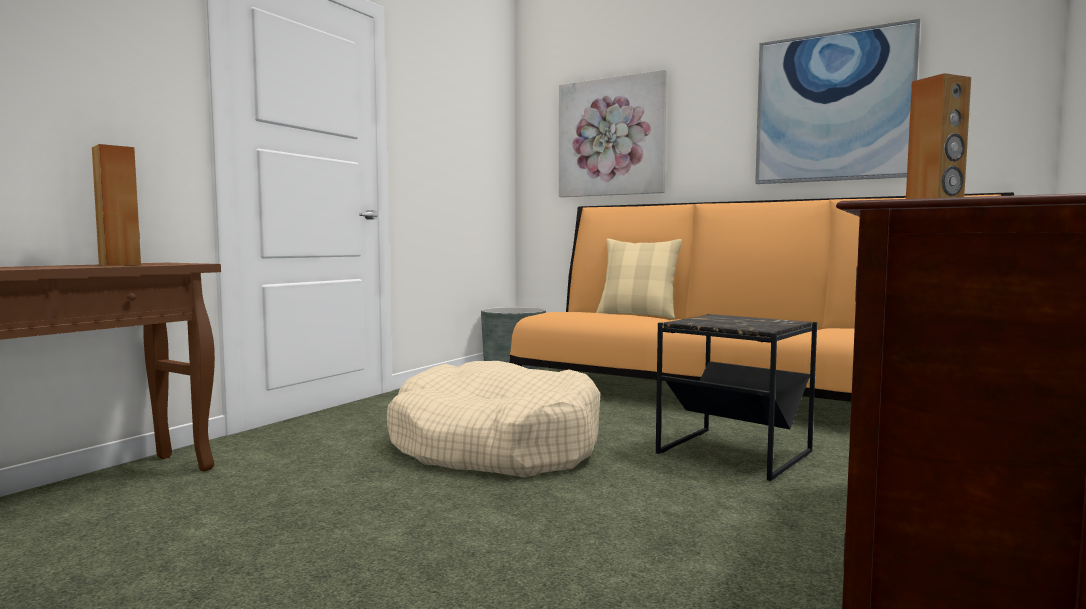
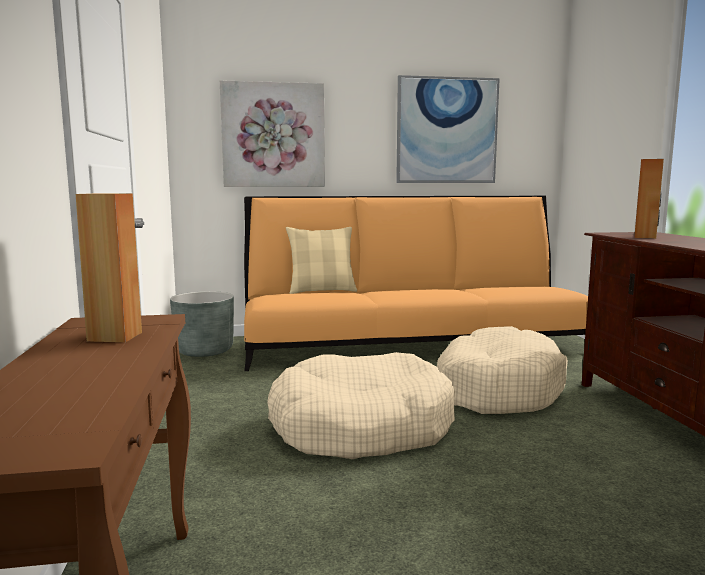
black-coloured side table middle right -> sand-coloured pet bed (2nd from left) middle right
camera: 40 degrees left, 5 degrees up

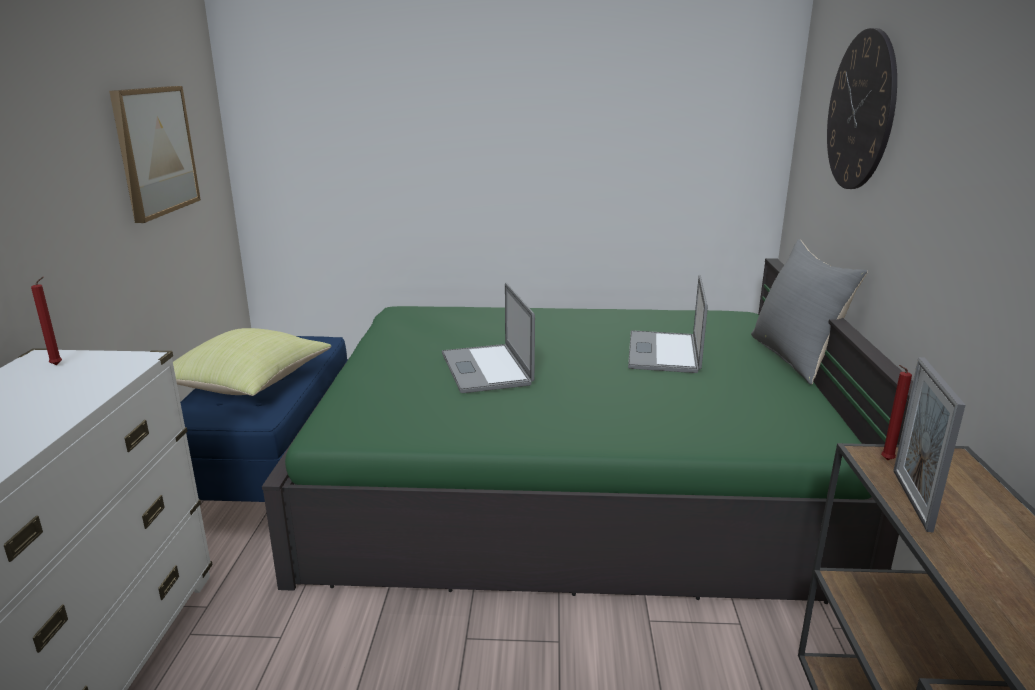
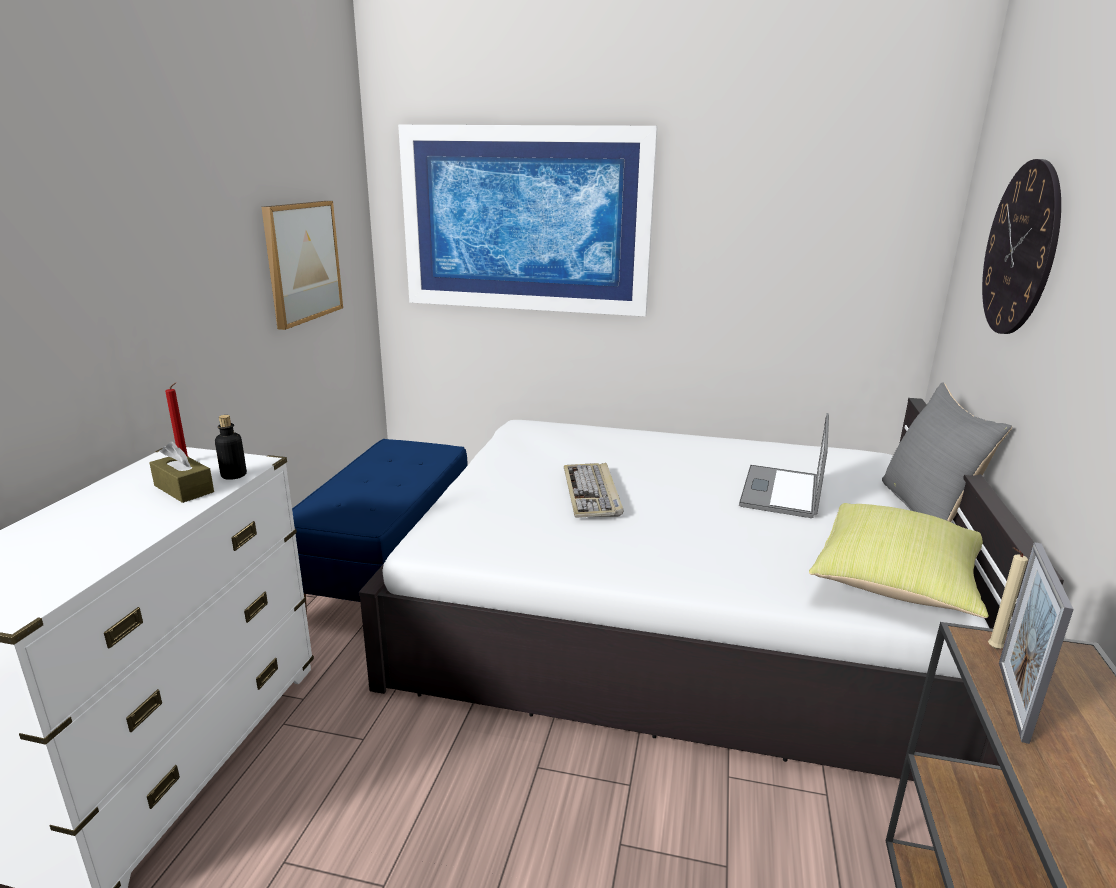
none -> brown-coloured tissue holder middle left
none -> bottle middle left
green-coloured bedroom bed centre -> whitish bedroom bed centre
none -> wall picture (2nd from left) top centre
notebook computer (1st from left) centre -> PC keyboard centre
yellow-coloured throw pillow middle left -> yellow-coloured throw pillow middle right, move
reddish wax candle (2nd from left) middle right -> sand-coloured wax candle bottom right
camera: 10 degrees right, 0 degrees up

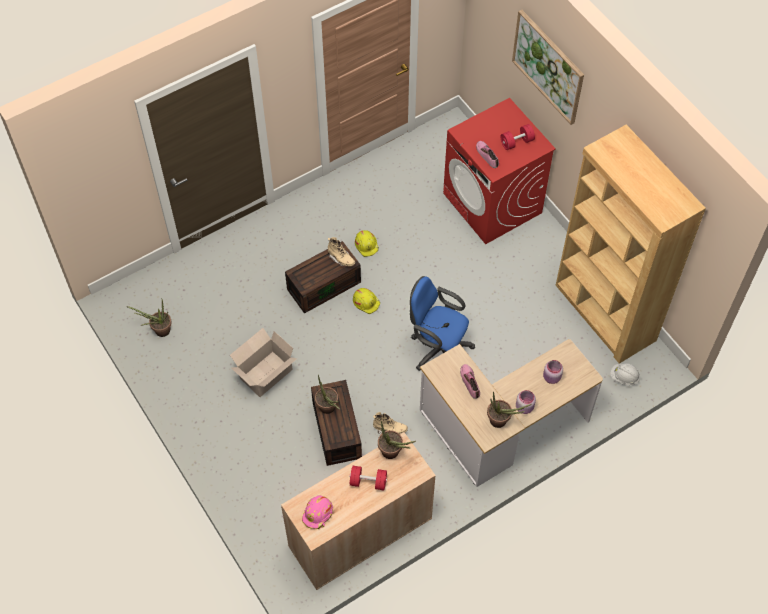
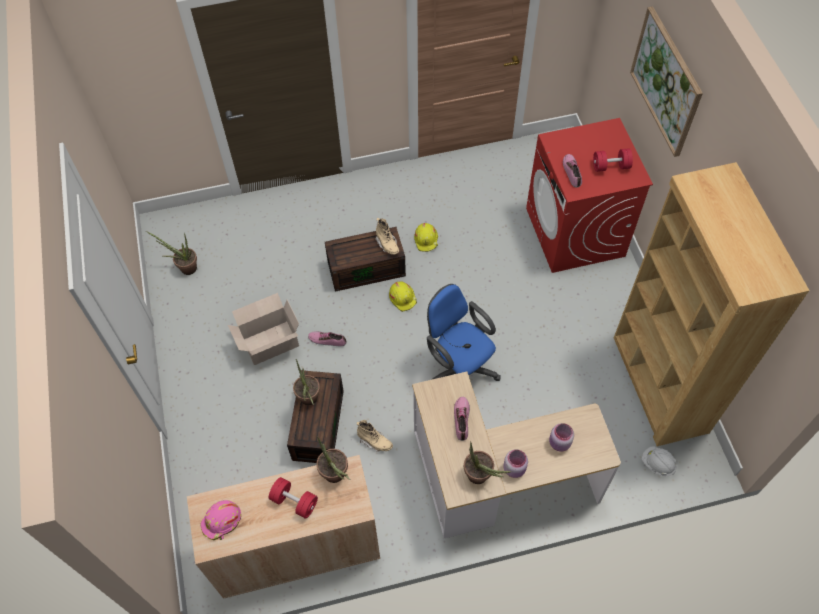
none -> shoe (1st from left) centre
camera: 20 degrees right, 0 degrees up

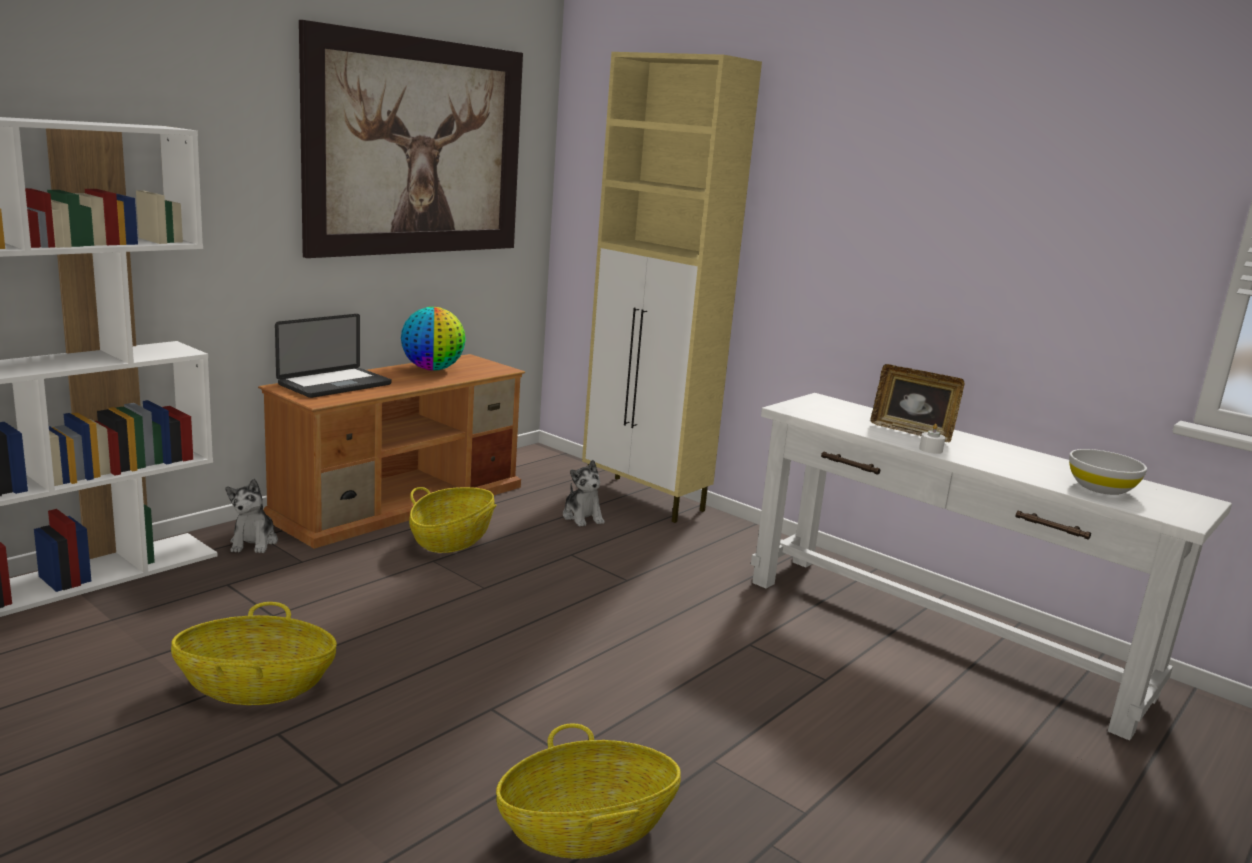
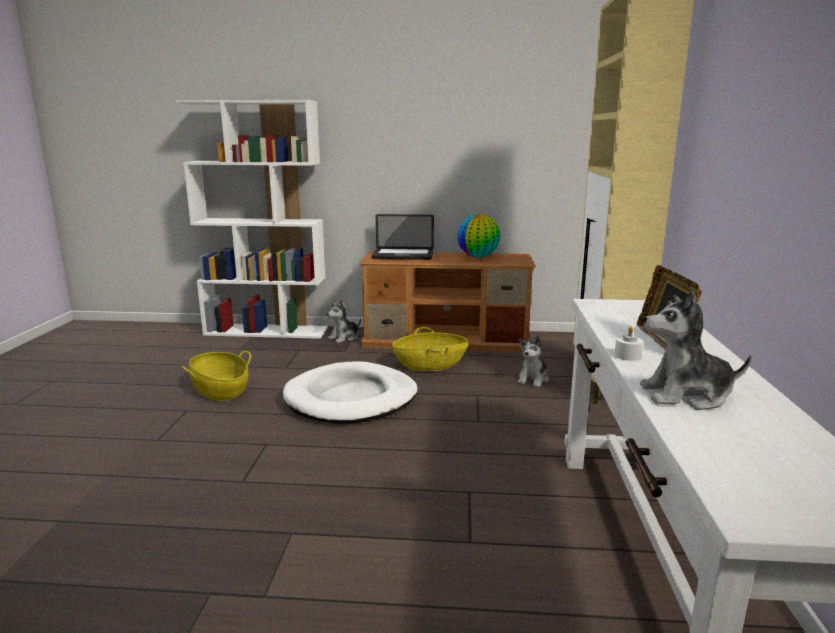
none -> whitish pet bed centre
none -> soft toy (3rd from left) middle right
wall picture top left -> none
household basket (3rd from left) bottom centre -> none
whitish serving bowl middle right -> none
camera: 55 degrees right, 0 degrees up

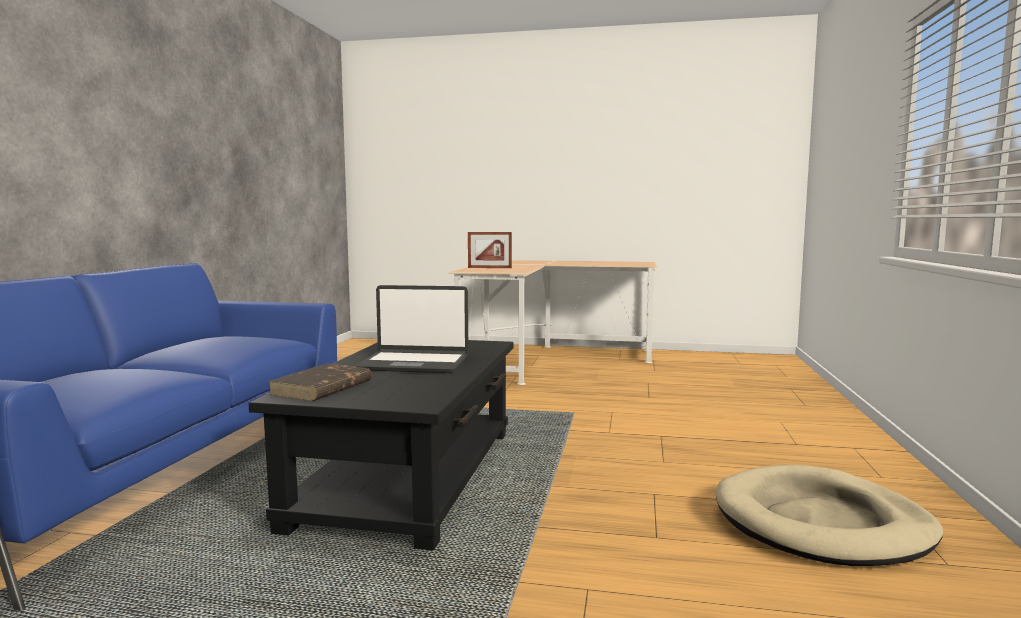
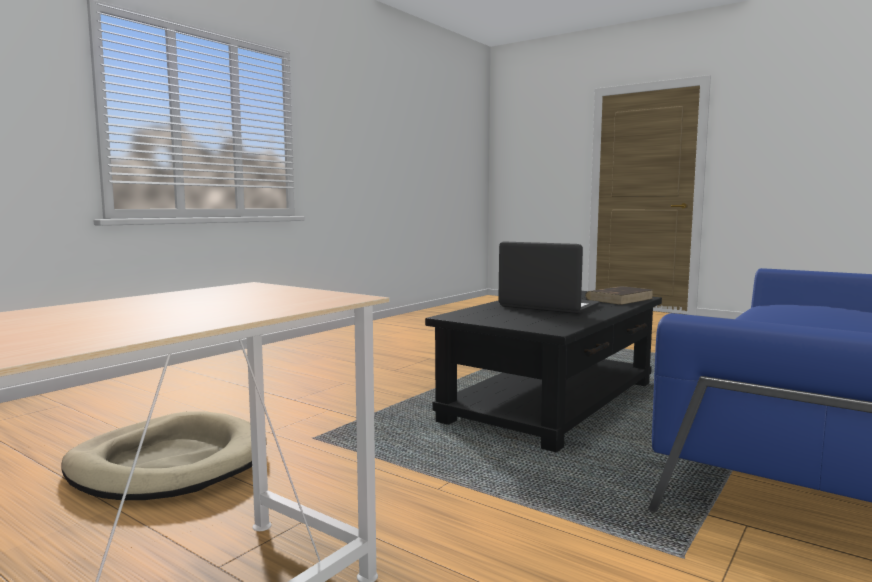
sand-coloured pet bed bottom right -> sand-coloured pet bed bottom left, move
picture frame centre -> none
camera: 155 degrees left, 0 degrees up

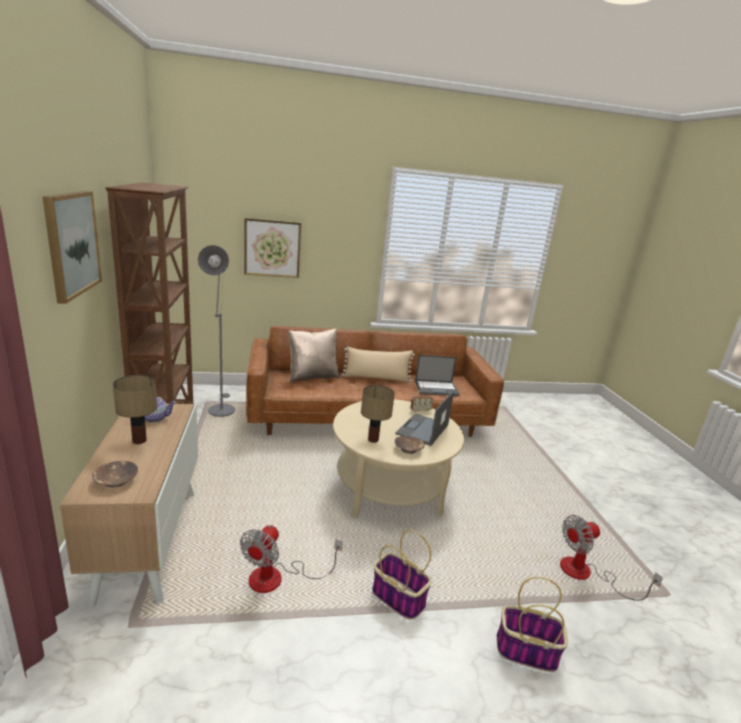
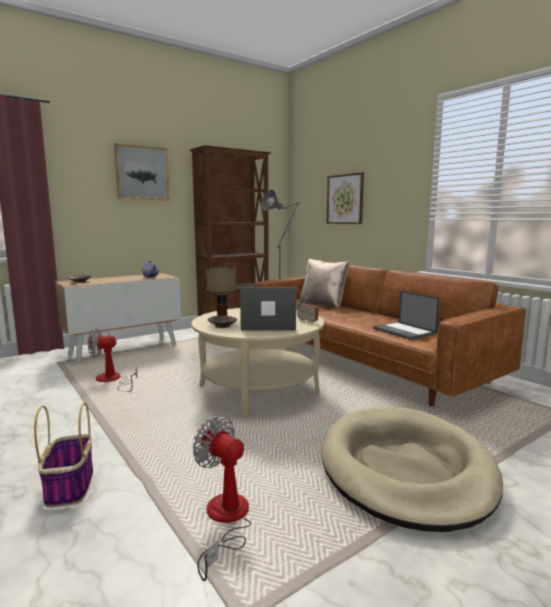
none -> sand-coloured pet bed bottom right
tabletop lamp (1st from left) middle left -> none
sand-coloured throw pillow (2nd from left) centre -> none
household basket (1st from left) bottom centre -> none
camera: 65 degrees right, 10 degrees down

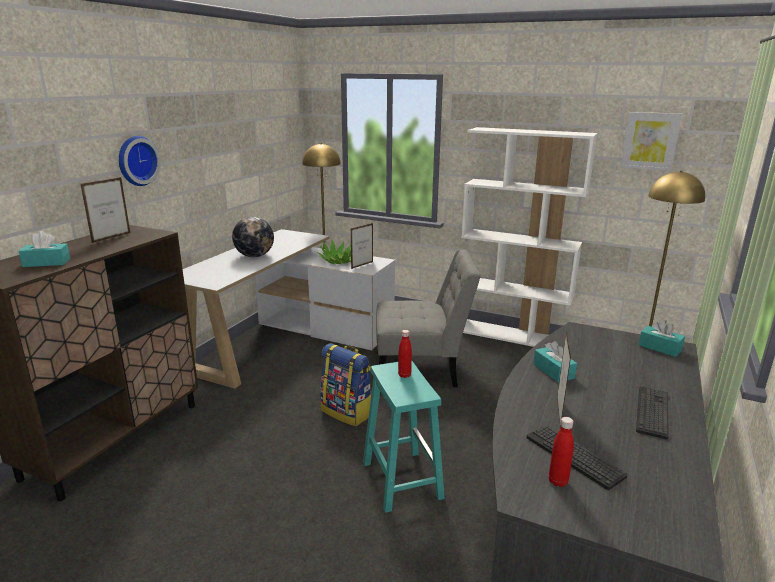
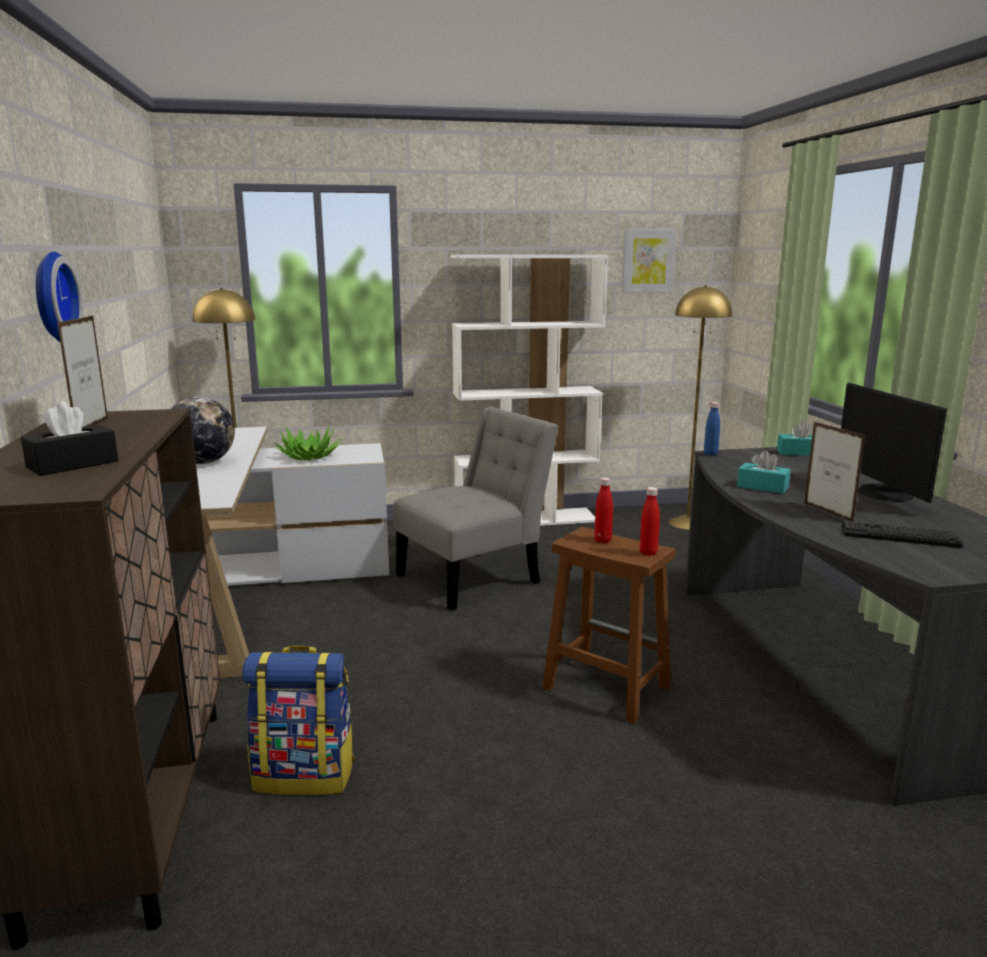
blue-green tissue holder (1st from left) middle left -> black-coloured tissue holder middle left
backpack centre -> backpack bottom left, move
blue-green sitting stool bottom centre -> brown-coloured sitting stool centre
reddish bottle (2nd from left) bottom right -> reddish bottle (2nd from left) centre, move
none -> blue-coloured bottle middle right
PC keyboard (2nd from left) bottom right -> computer display middle right
picture frame (2nd from left) centre -> none
camera: 35 degrees left, 5 degrees down

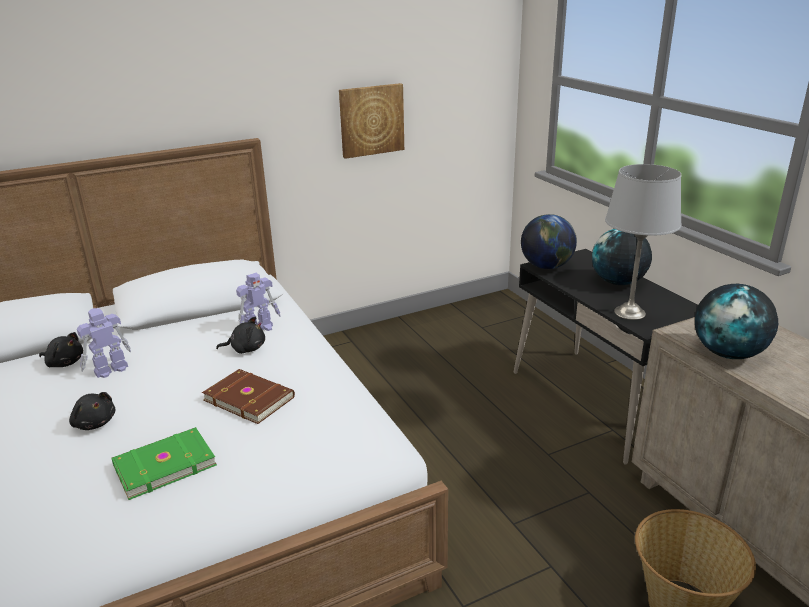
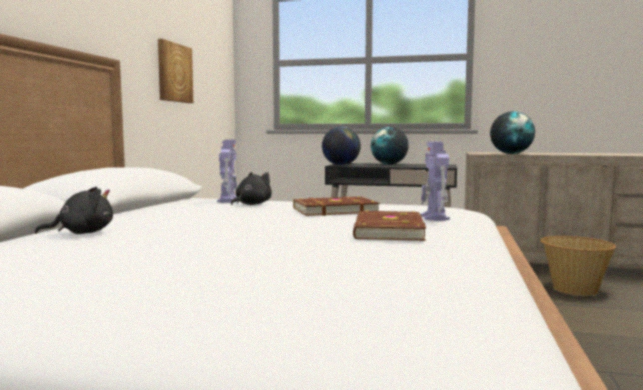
green-coloured book bottom left -> brown-coloured book (2nd from left) centre
model robot (1st from left in the first image) middle left -> model robot (2nd from left) middle right, move
black-coloured soft toy (2nd from left) bottom left -> none
gray tabletop lamp middle right -> none
camera: 50 degrees left, 20 degrees down

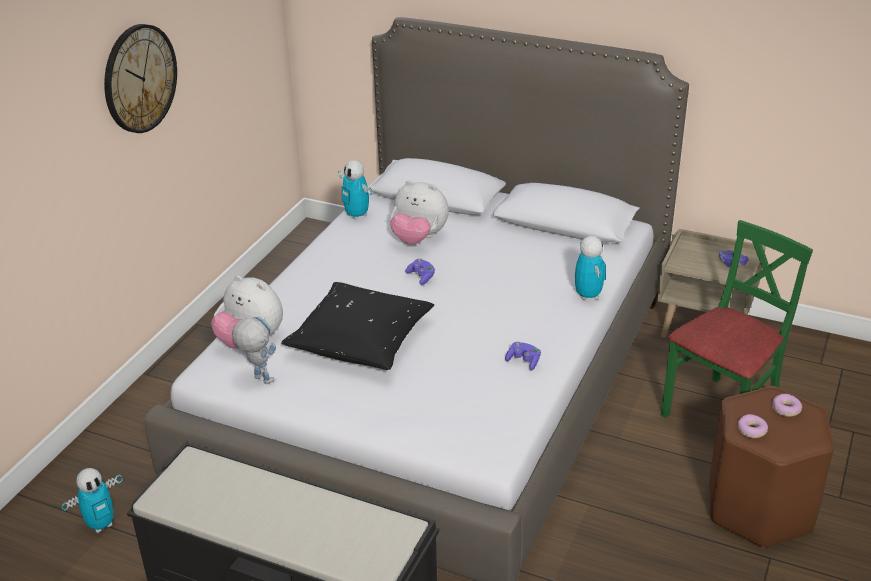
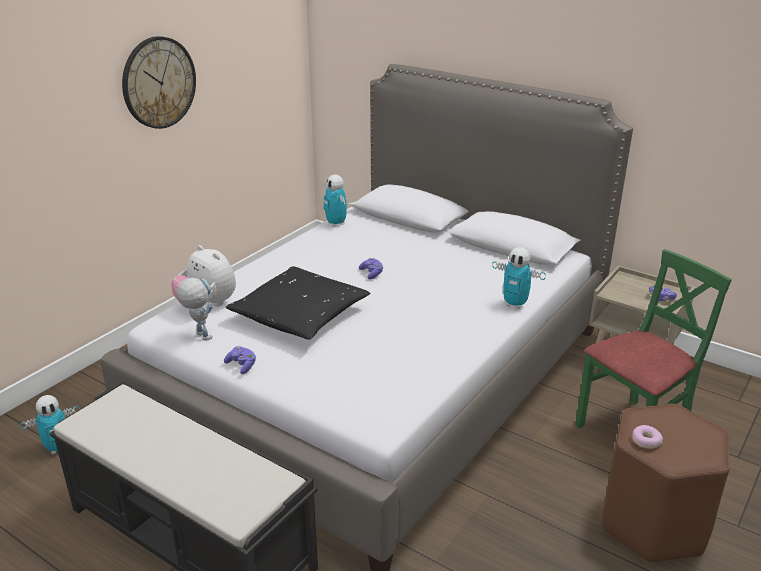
purple-coloured game controller (2nd from left in the first image) centre -> purple-coloured game controller (1st from left) middle left, move
model robot (4th from left) middle right, 120 degrees clockwise
soft toy (2nd from left) centre -> none
ring doughnut (2nd from left) bottom right -> none
camera: 10 degrees right, 5 degrees down

